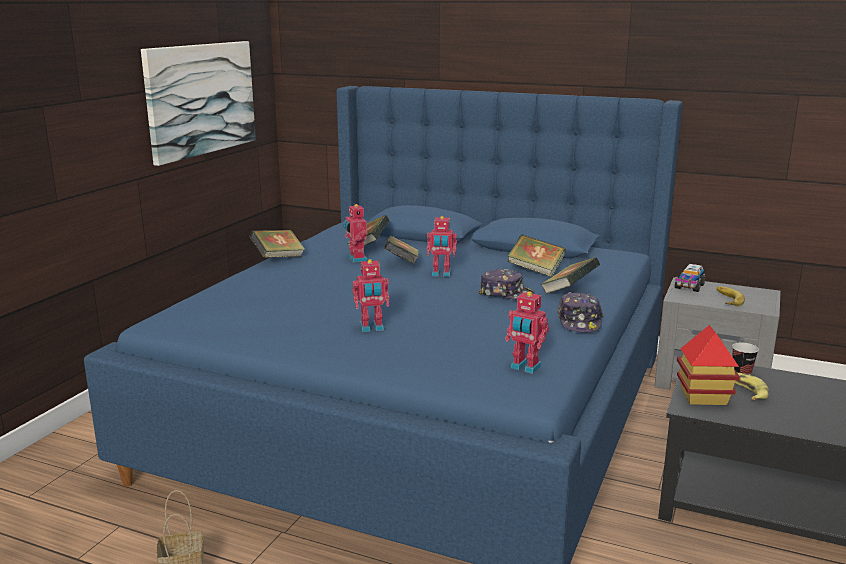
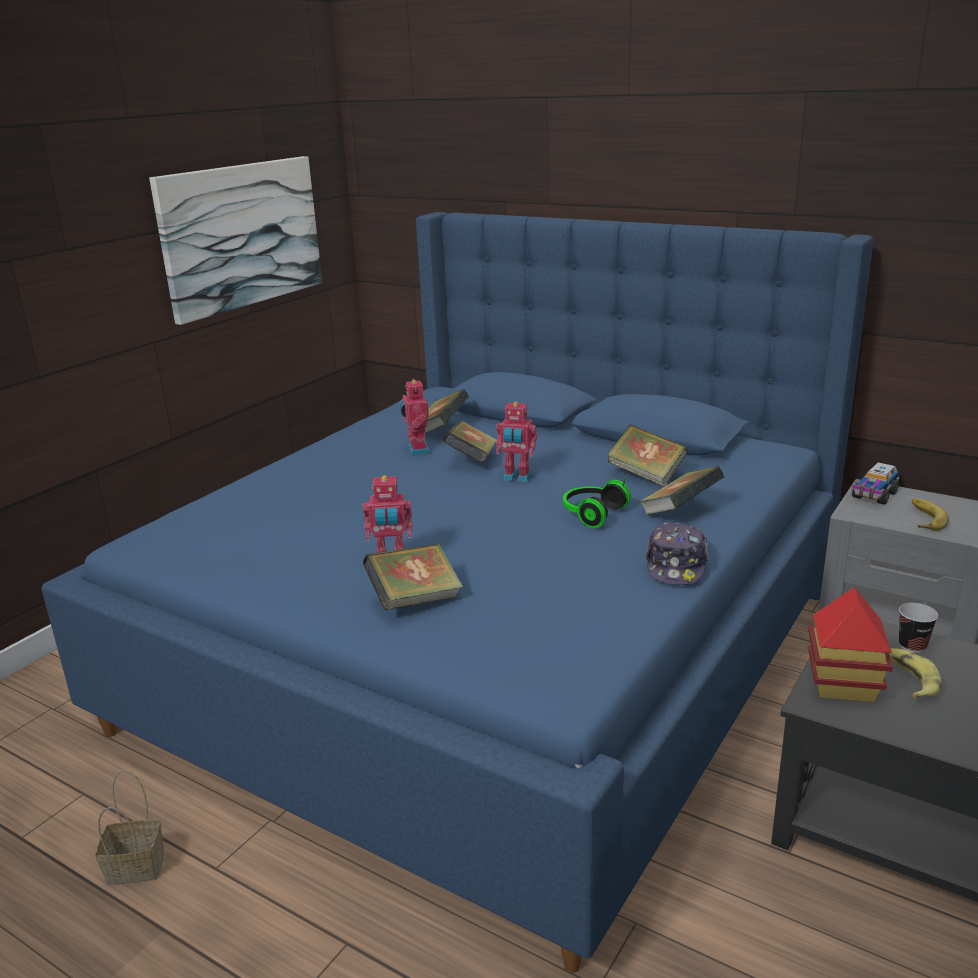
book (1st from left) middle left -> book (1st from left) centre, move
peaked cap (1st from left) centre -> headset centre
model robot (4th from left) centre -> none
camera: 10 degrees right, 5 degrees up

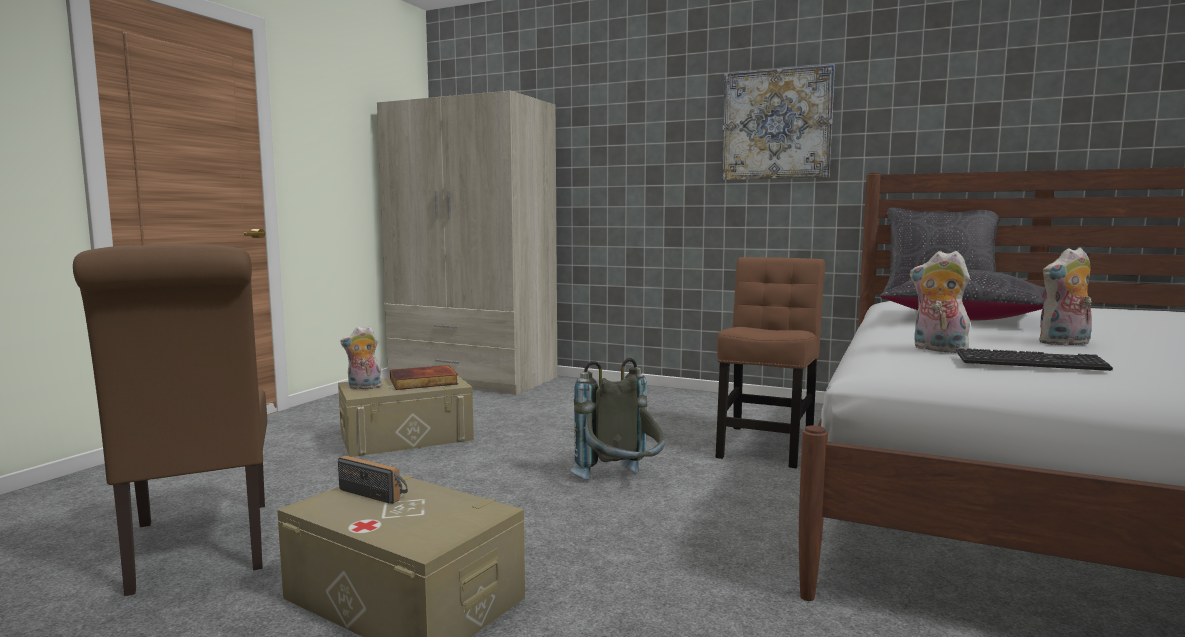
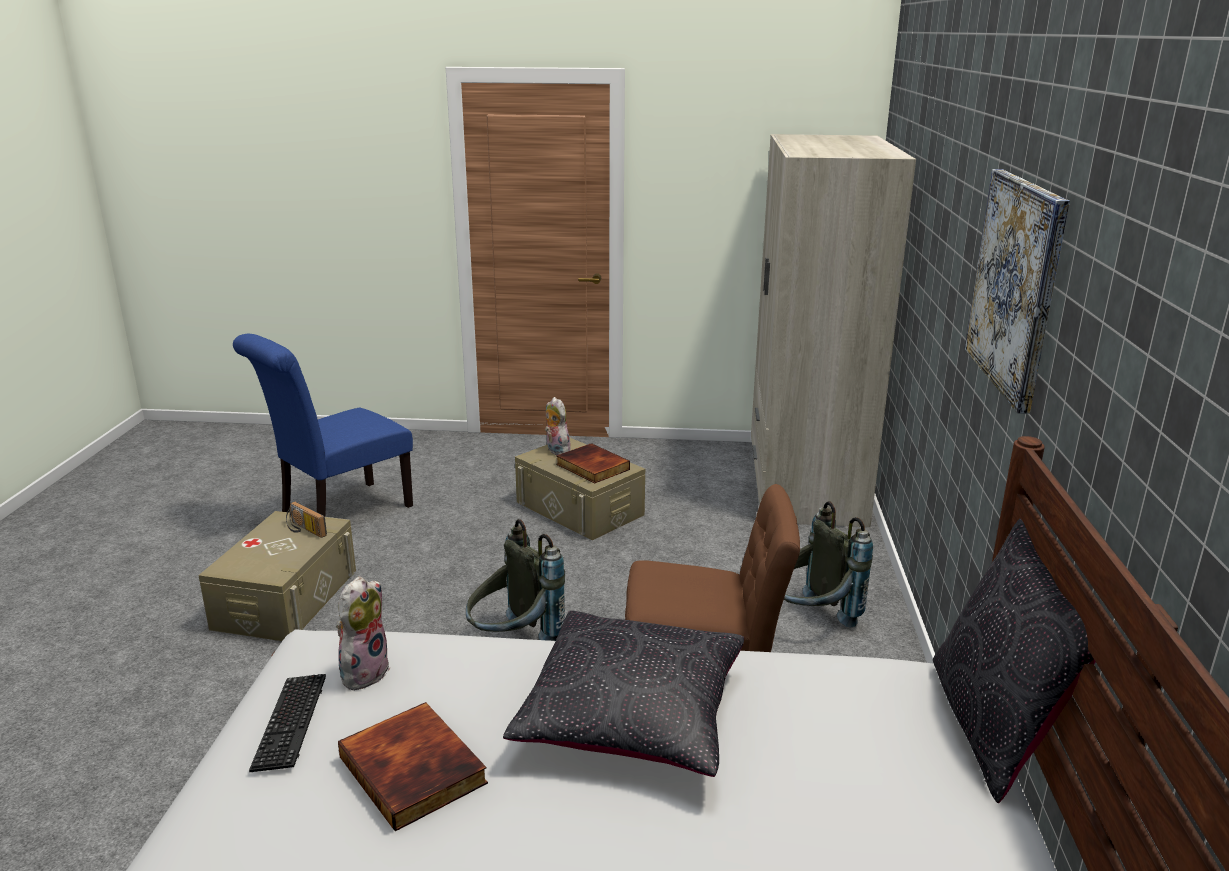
brown-coloured upright chair (1st from left) middle left -> blue-coloured upright chair middle left
radio set bottom left -> radio set middle left, 120 degrees clockwise
soft toy (3rd from left) middle right -> book (1st from left) bottom centre
none -> gray backpack (2nd from left) middle right
camera: 70 degrees right, 15 degrees up

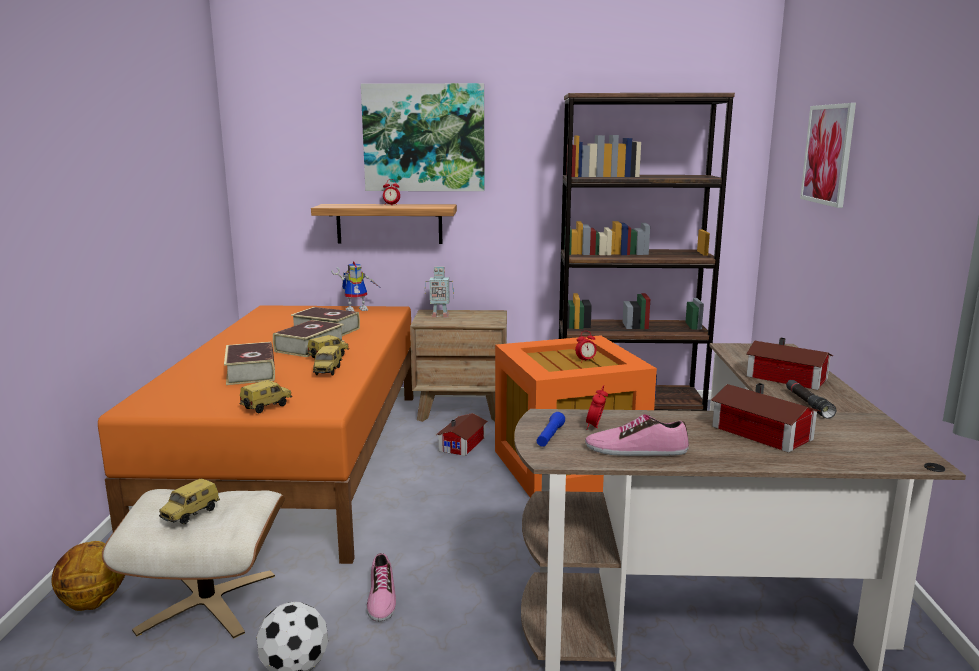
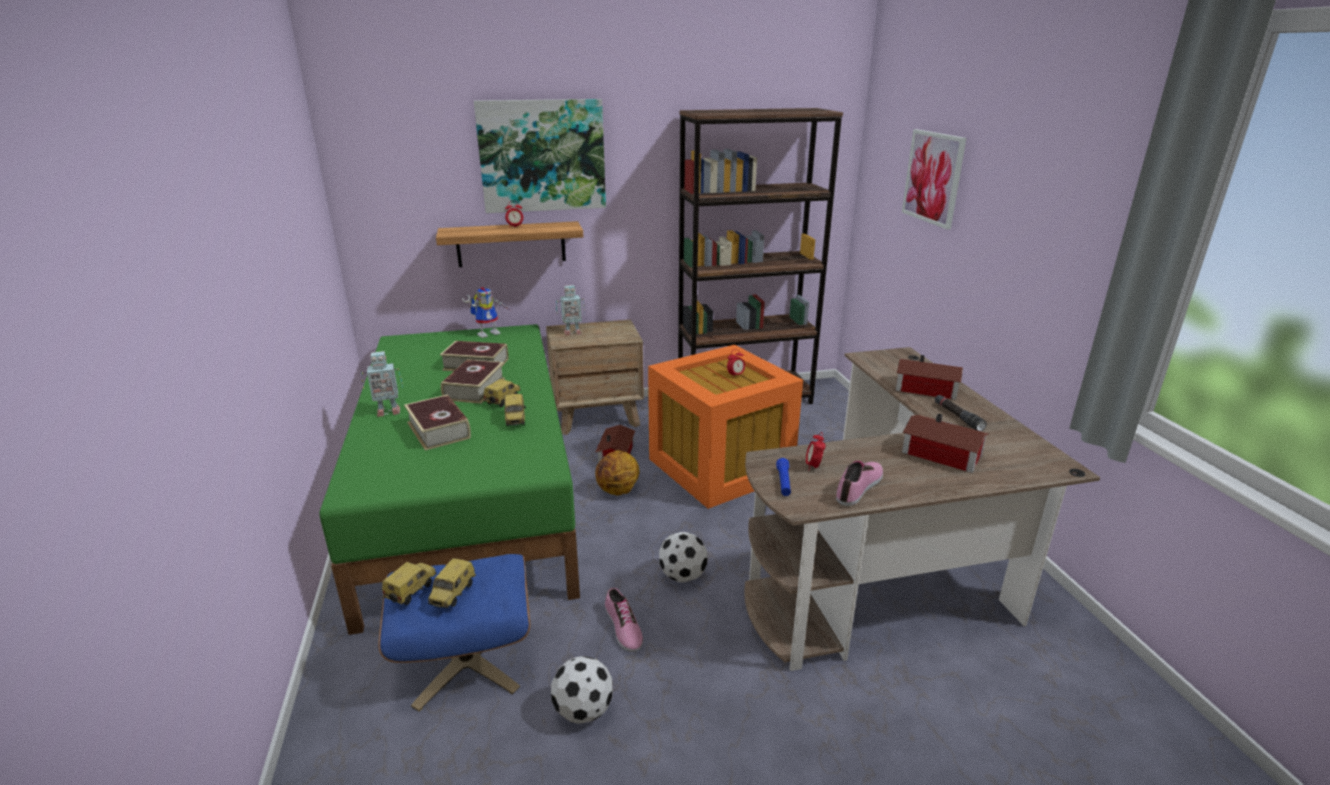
orange bedroom bed middle left -> green-coloured bedroom bed centre
none -> model robot (1st from left) middle left
sand-coloured footrest bottom left -> blue-coloured footrest bottom centre
model car (2nd from left in the first image) middle left -> model car (1st from left) bottom left, move
ball for basketball bottom left -> ball for basketball centre, move
none -> ball for football (2nd from left) bottom centre
shoe (2nd from left) centre, 135 degrees clockwise
camera: 15 degrees left, 10 degrees up

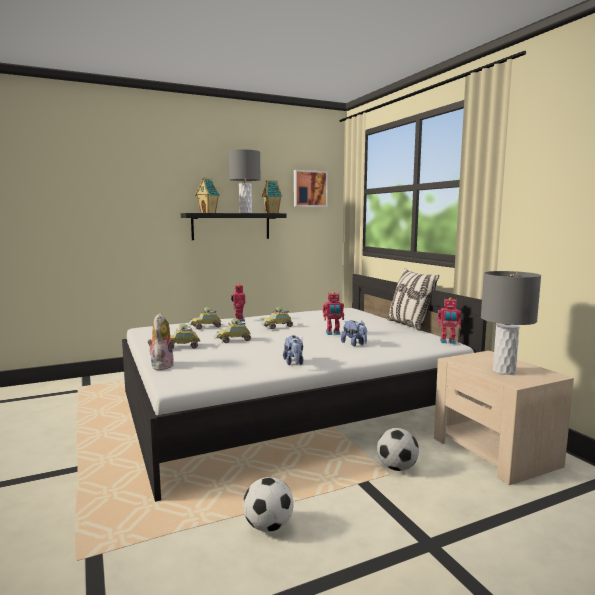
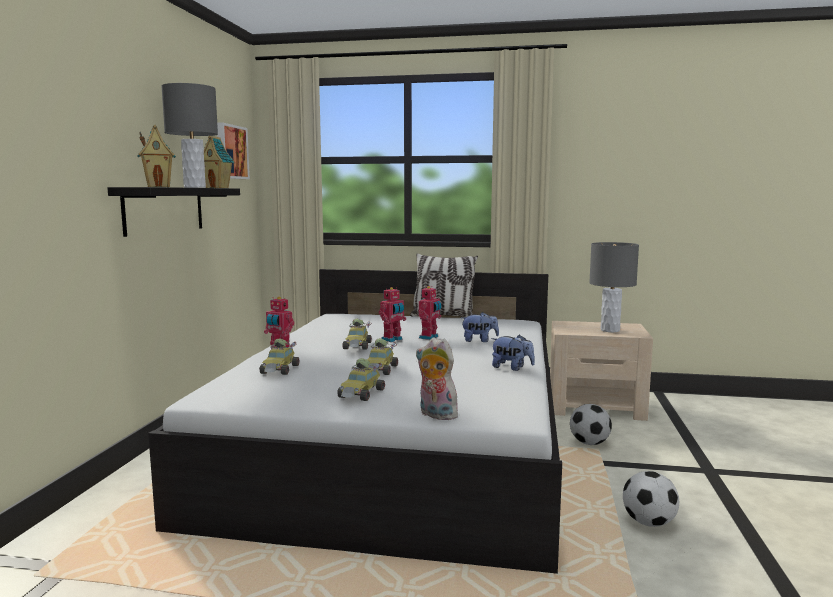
model robot (3rd from left in the first image) middle right -> model robot (2nd from left) centre, move
camera: 55 degrees left, 0 degrees up

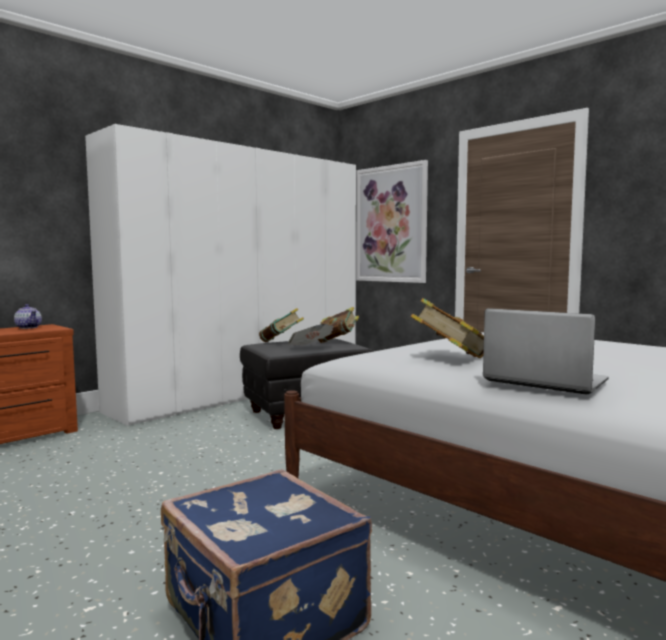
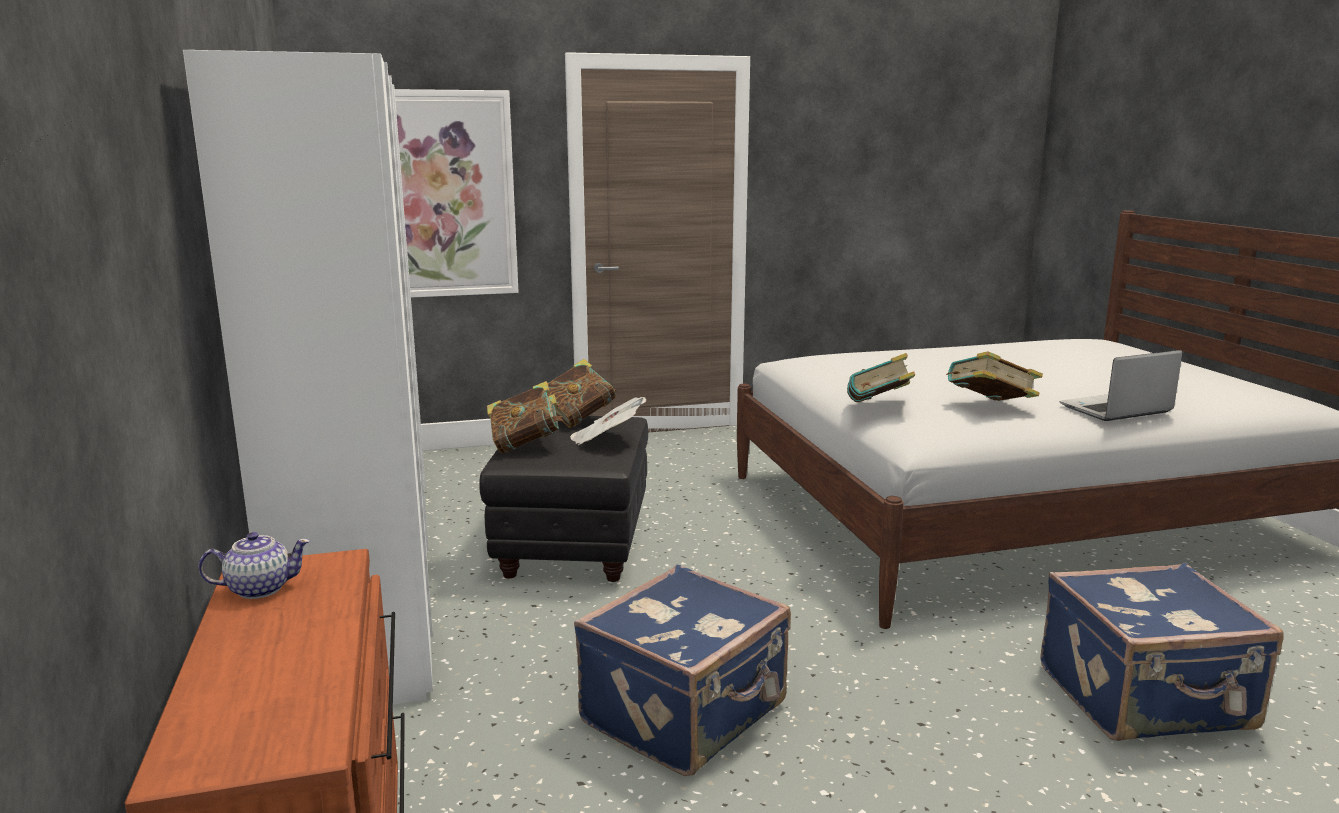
none -> blue-coloured suitcase (1st from left) bottom centre
none -> book (3rd from left) centre
camera: 60 degrees left, 10 degrees up

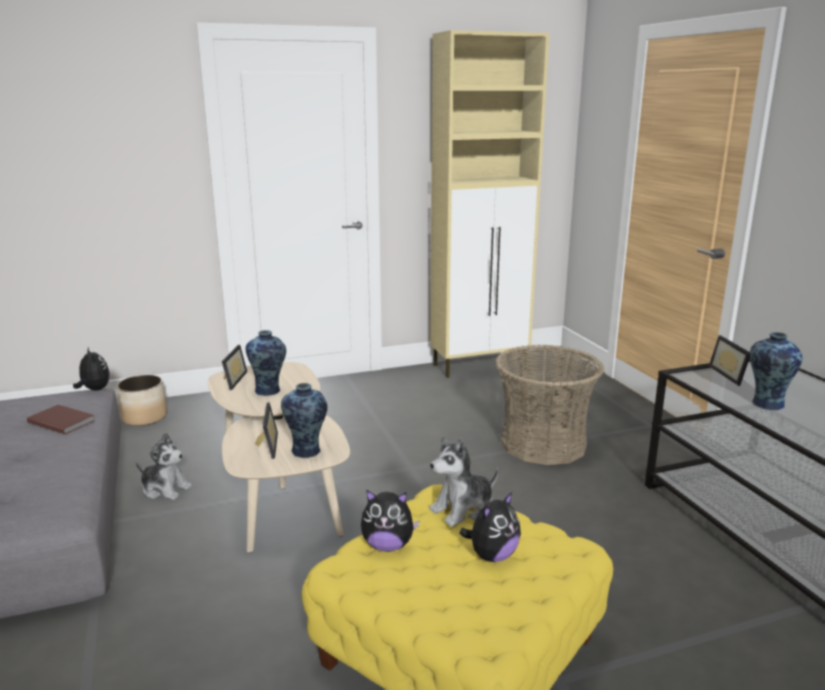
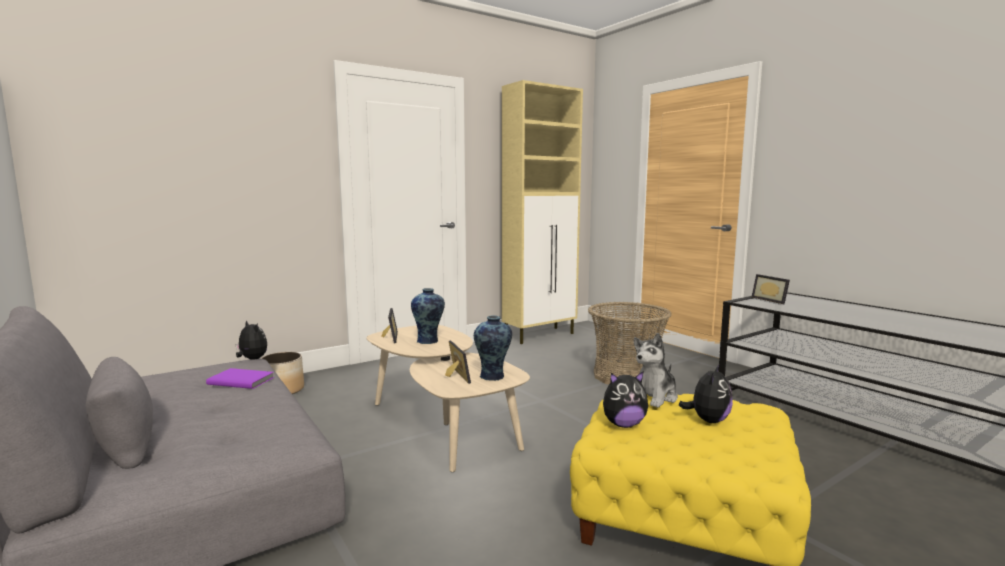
brown-coloured book middle left -> purple-coloured book bottom left
soft toy (2nd from left) bottom left -> none
decorative vase (3rd from left) middle right -> none
camera: 15 degrees left, 10 degrees down

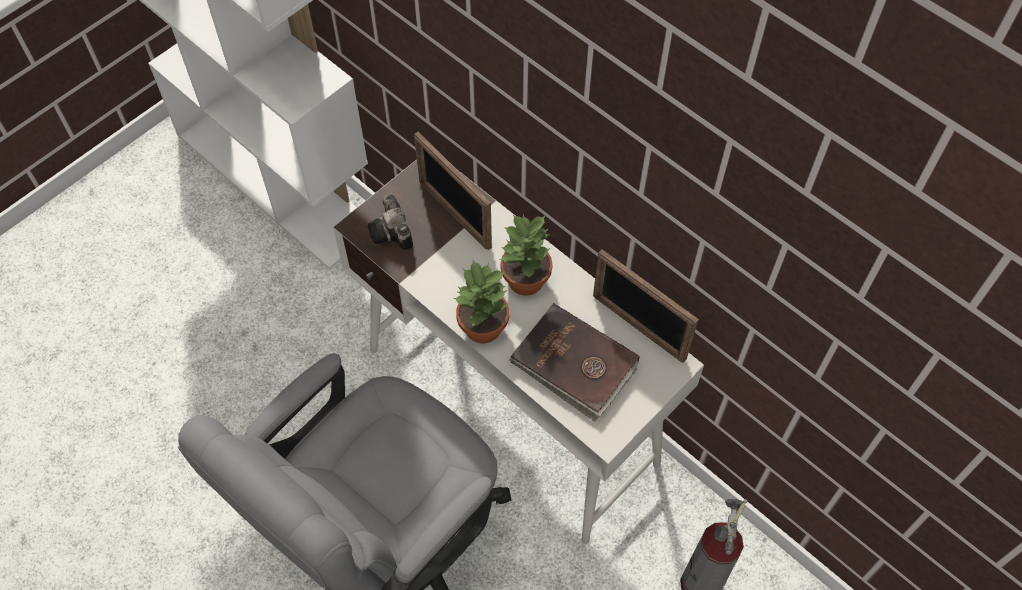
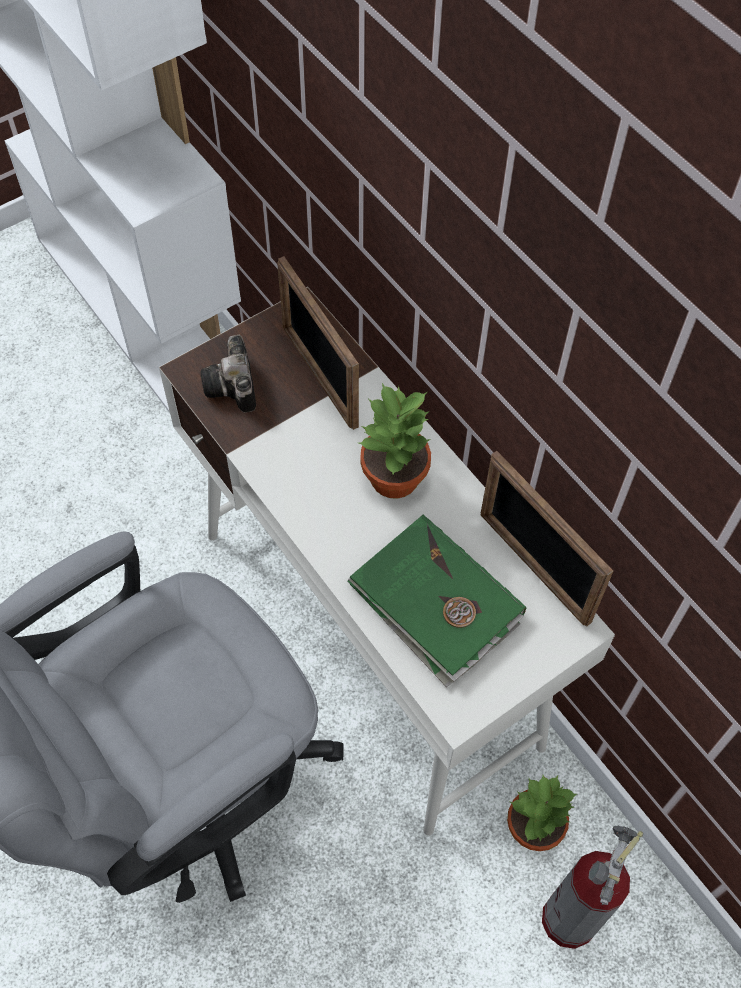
brown-coloured book centre -> green-coloured book centre
plant in a pot (1st from left in the first image) centre -> plant in a pot (2nd from left) bottom right, move
camera: 10 degrees right, 0 degrees up

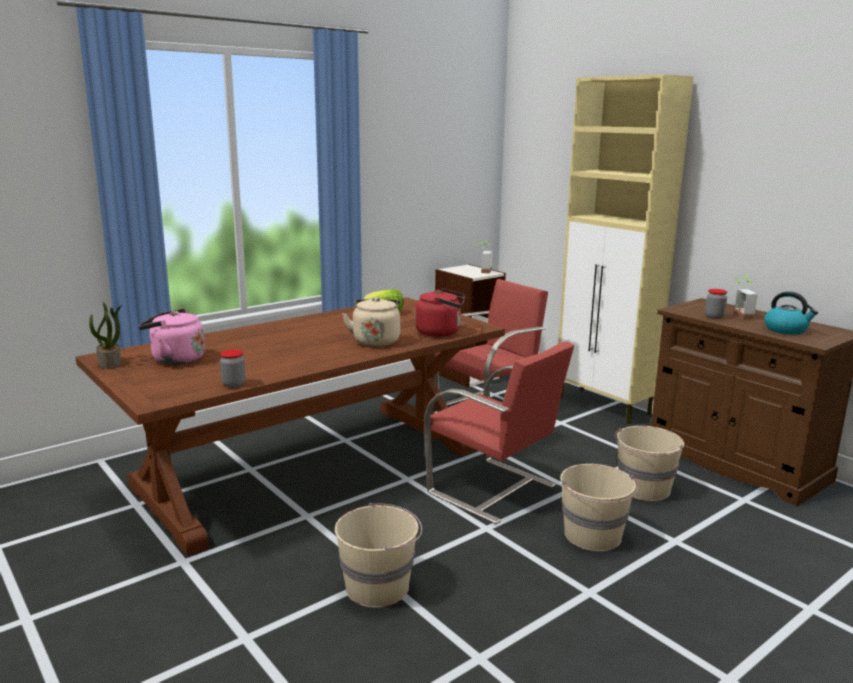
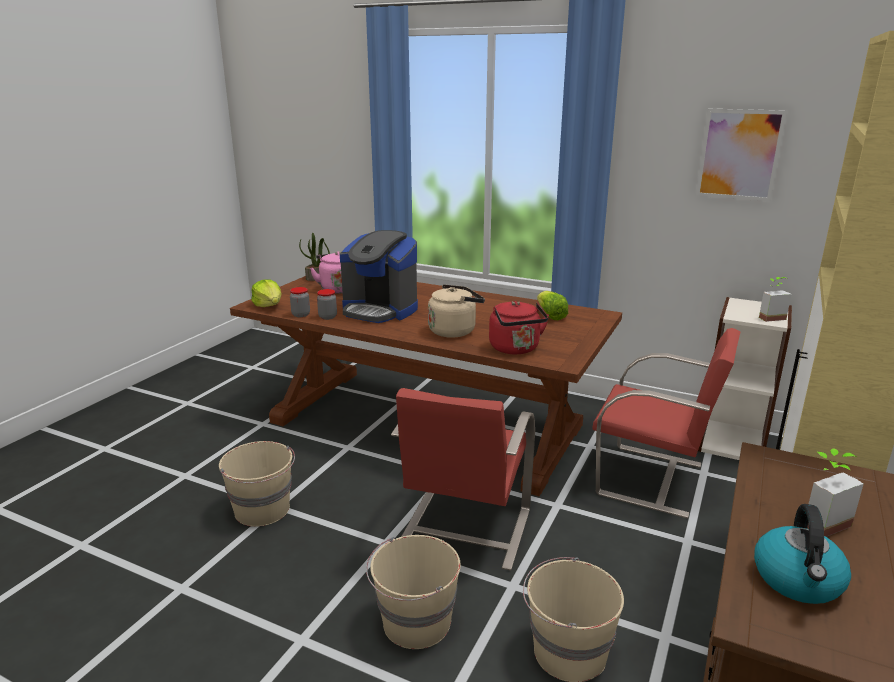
none -> lettuce head (1st from left) middle left
jar (2nd from left) middle right -> jar (2nd from left) centre, move
none -> coffee brewer centre
none -> wall picture top right
camera: 65 degrees right, 5 degrees up

